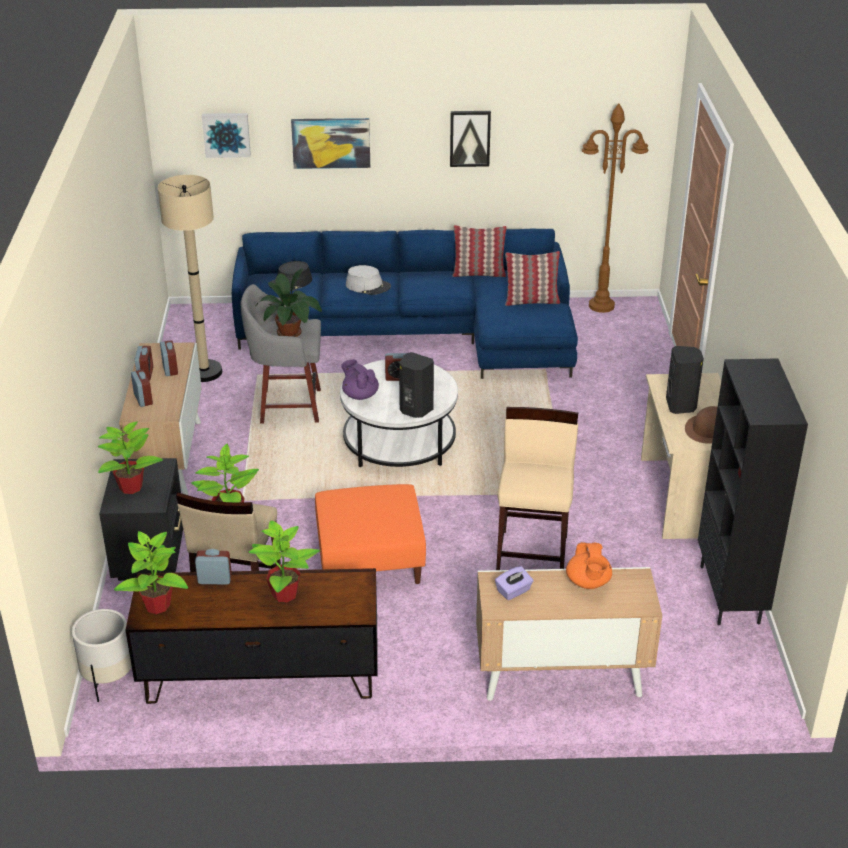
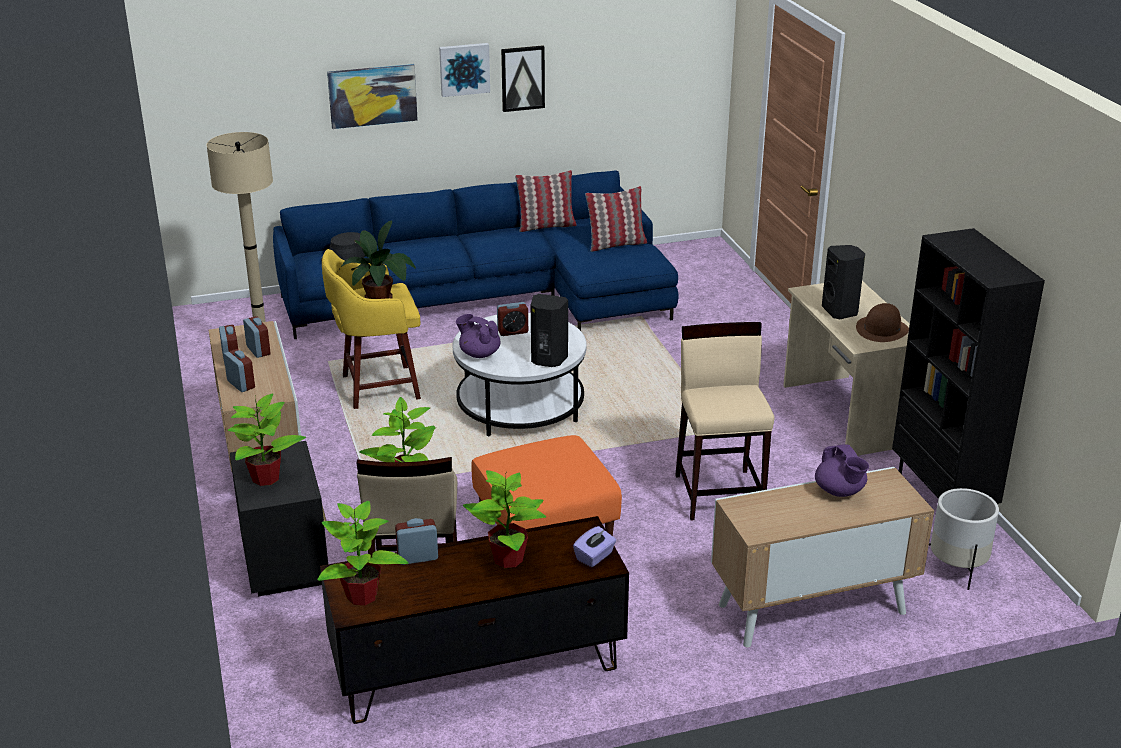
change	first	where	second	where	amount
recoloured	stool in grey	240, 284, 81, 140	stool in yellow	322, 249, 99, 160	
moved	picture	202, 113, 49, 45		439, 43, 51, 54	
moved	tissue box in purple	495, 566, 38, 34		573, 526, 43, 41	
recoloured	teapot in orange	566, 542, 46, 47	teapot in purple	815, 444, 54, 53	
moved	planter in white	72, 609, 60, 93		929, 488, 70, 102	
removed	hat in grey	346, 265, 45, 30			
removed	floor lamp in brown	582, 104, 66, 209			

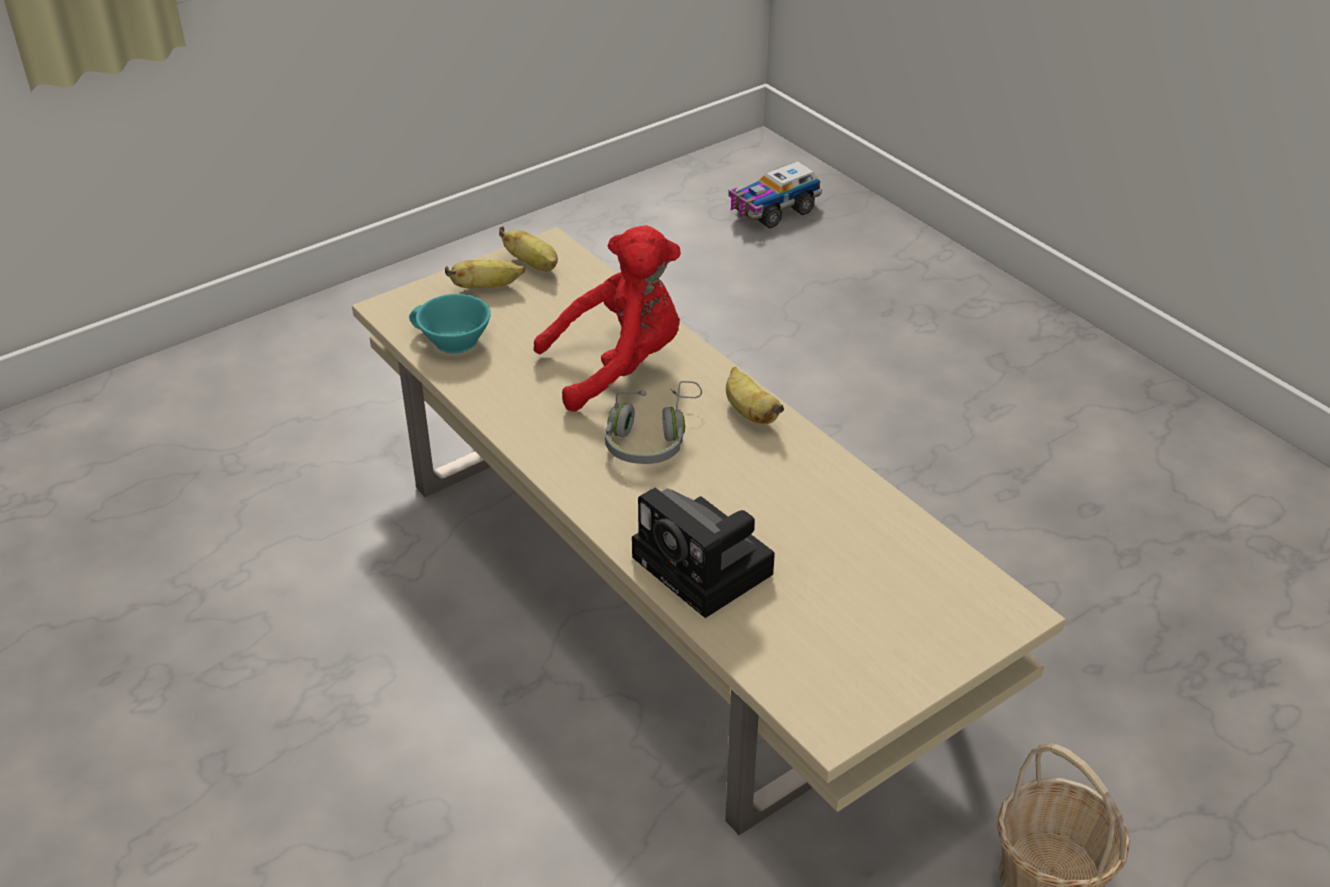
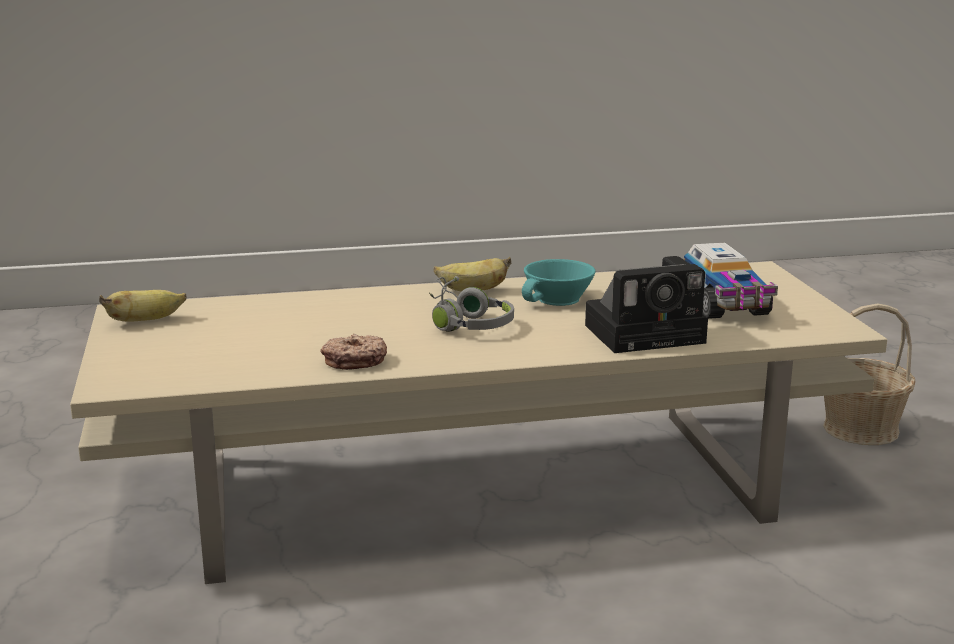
change	first	where	second	where	amount
added			donut	321, 334, 66, 36	
moved	cup in turquoise	409, 294, 82, 60		522, 259, 73, 47	
moved	toy truck	728, 161, 94, 68		684, 243, 94, 76	
removed	banana	445, 260, 80, 29			
removed	plush toy in red	533, 225, 148, 186			

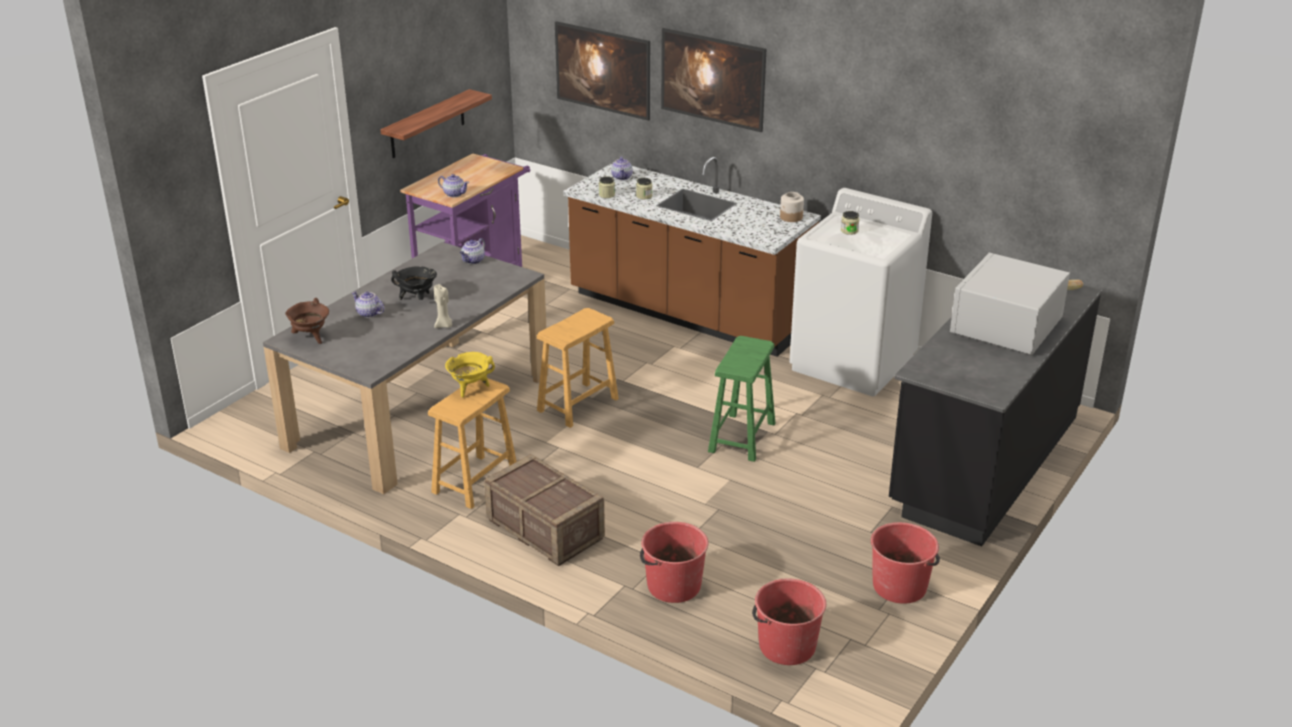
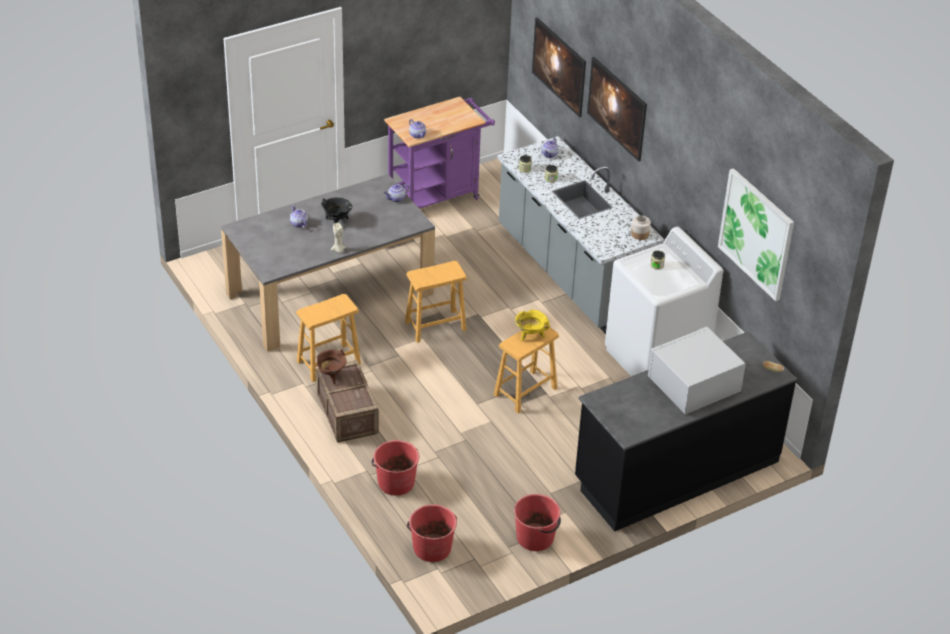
change	first	where	second	where	amount
moved	cooking pot in brown	285, 298, 44, 46		317, 349, 30, 35	
recoloured	stool in green	708, 336, 67, 126	stool in brown	493, 325, 66, 89	
recoloured	counter in brown	564, 157, 257, 200	counter in grey	498, 136, 166, 198	
moved	cooking pot in yellow	445, 352, 50, 46		515, 310, 35, 31	
added			picture	718, 168, 76, 133	
removed	shelf	381, 89, 111, 69			

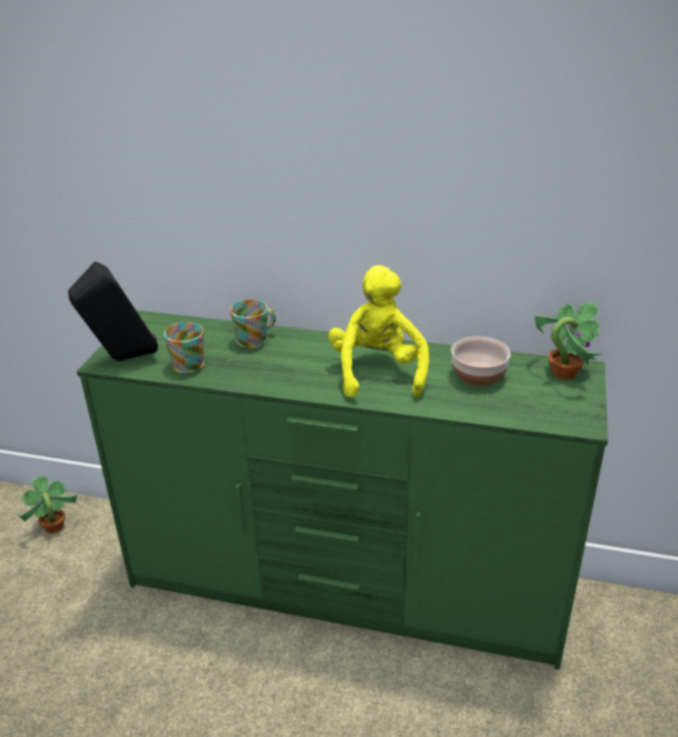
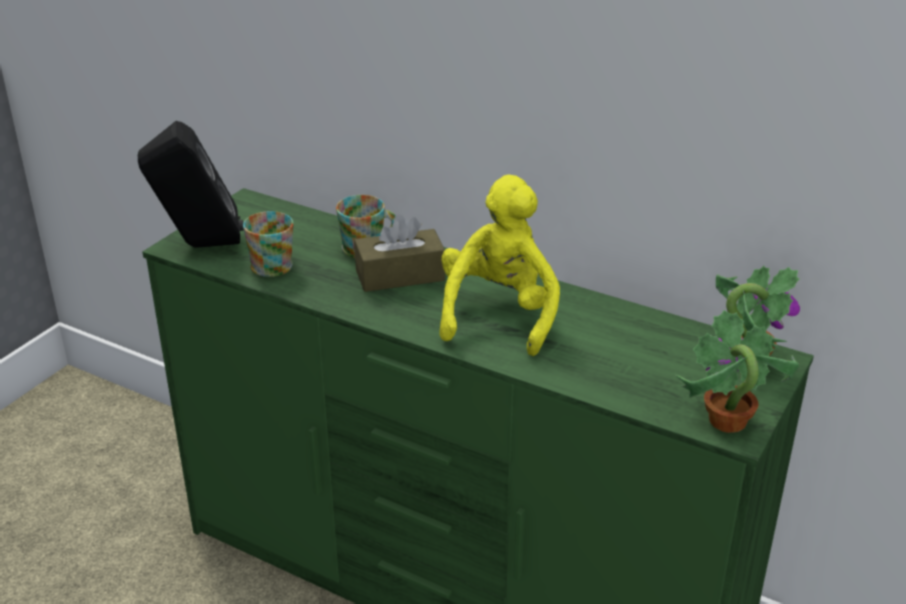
change	first	where	second	where	amount
added			tissue box in brown	354, 214, 91, 78	
moved	potted plant	15, 476, 63, 57		675, 310, 125, 123	
removed	bowl	451, 336, 60, 50			

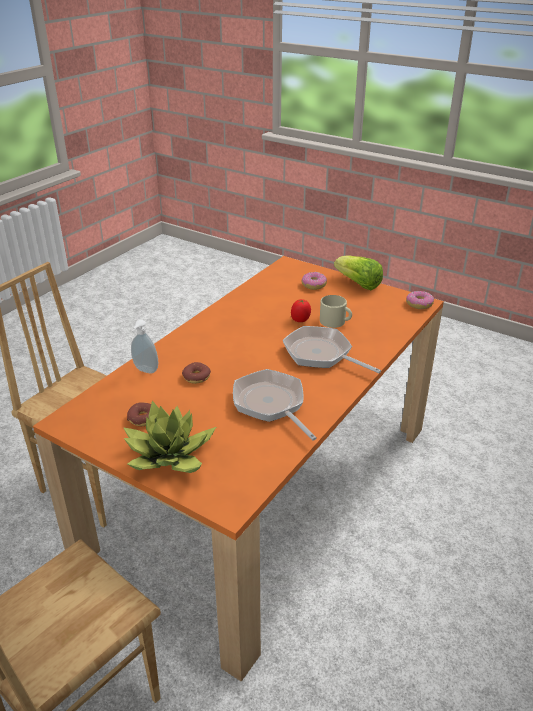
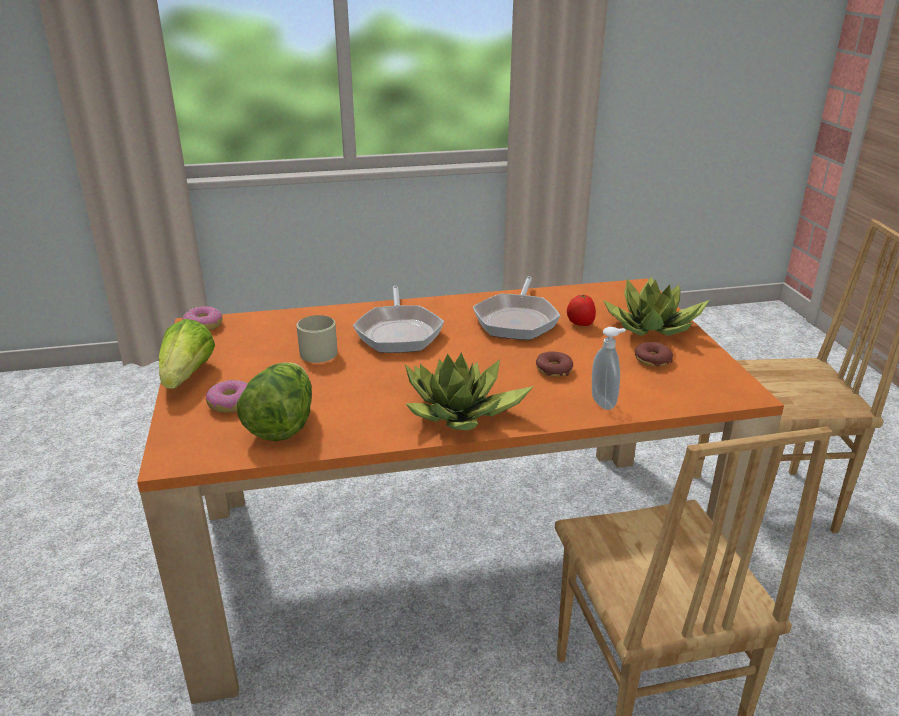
change	first	where	second	where	amount
added			lettuce	237, 362, 75, 79	
added			potted plant	405, 352, 129, 78	
moved	tomato	291, 299, 20, 23		567, 294, 29, 32	

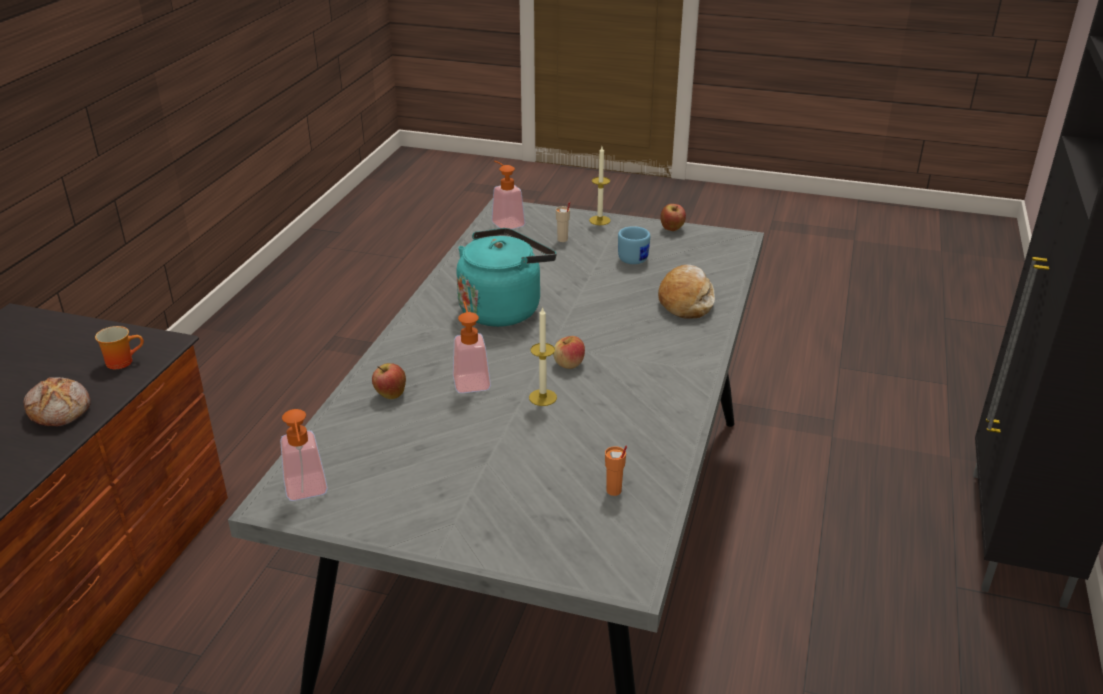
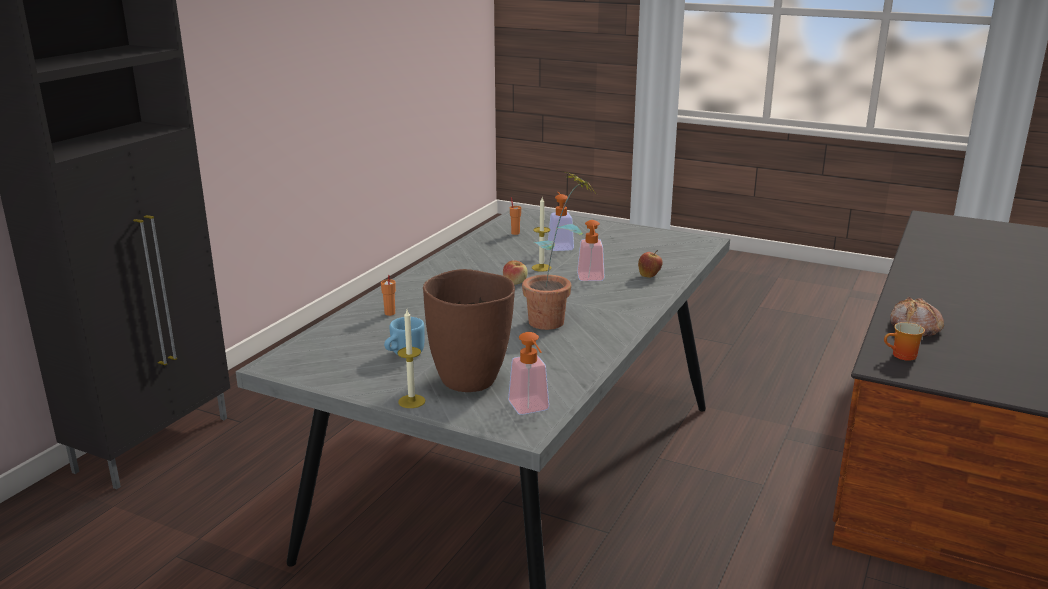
change	first	where	second	where	amount
replaced	bread	658, 265, 57, 54	cup in orange	381, 275, 15, 41	
replaced	cup in beige	556, 202, 14, 40	vase in brown	423, 269, 92, 123	
replaced	kettle in turquoise	456, 228, 101, 99	potted plant	522, 172, 73, 158	
moved	soap dispenser	280, 409, 48, 92		548, 192, 26, 59	
removed	apple	660, 204, 26, 27			

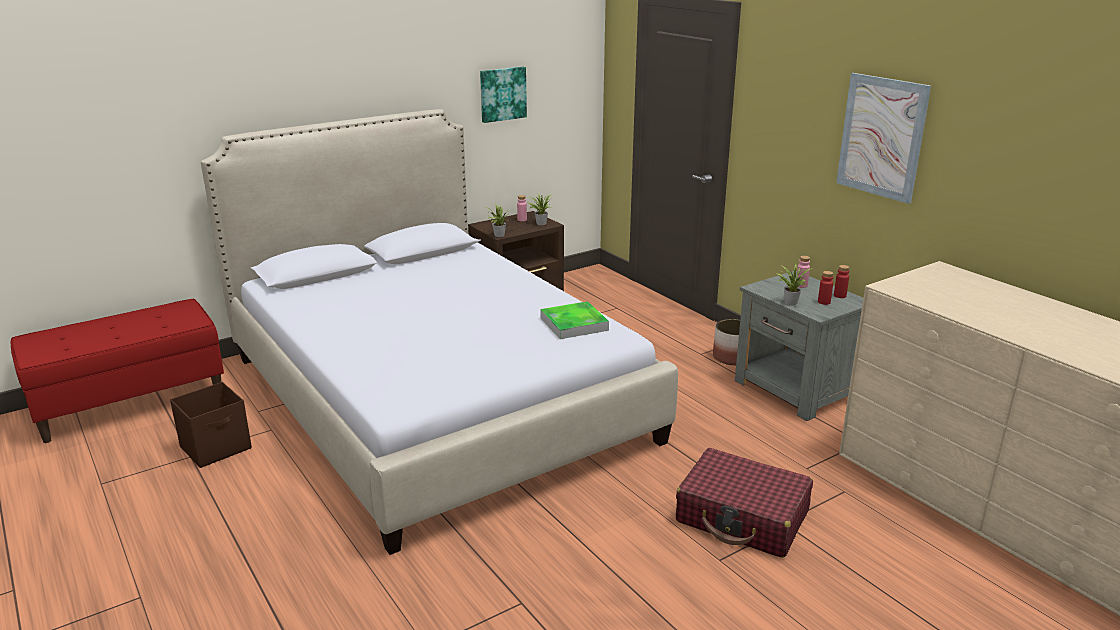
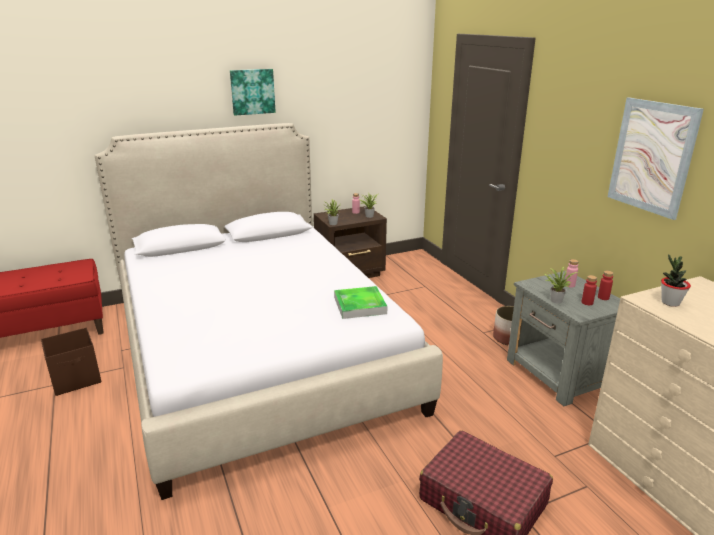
change	first	where	second	where	amount
moved	picture	480, 67, 47, 56		230, 69, 46, 47	
added			potted plant	661, 254, 30, 53	

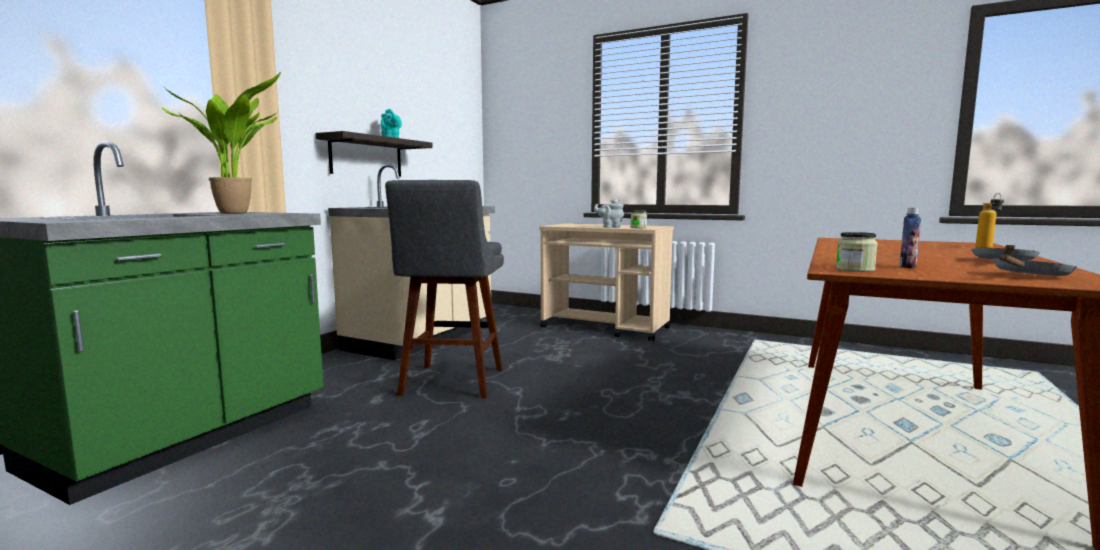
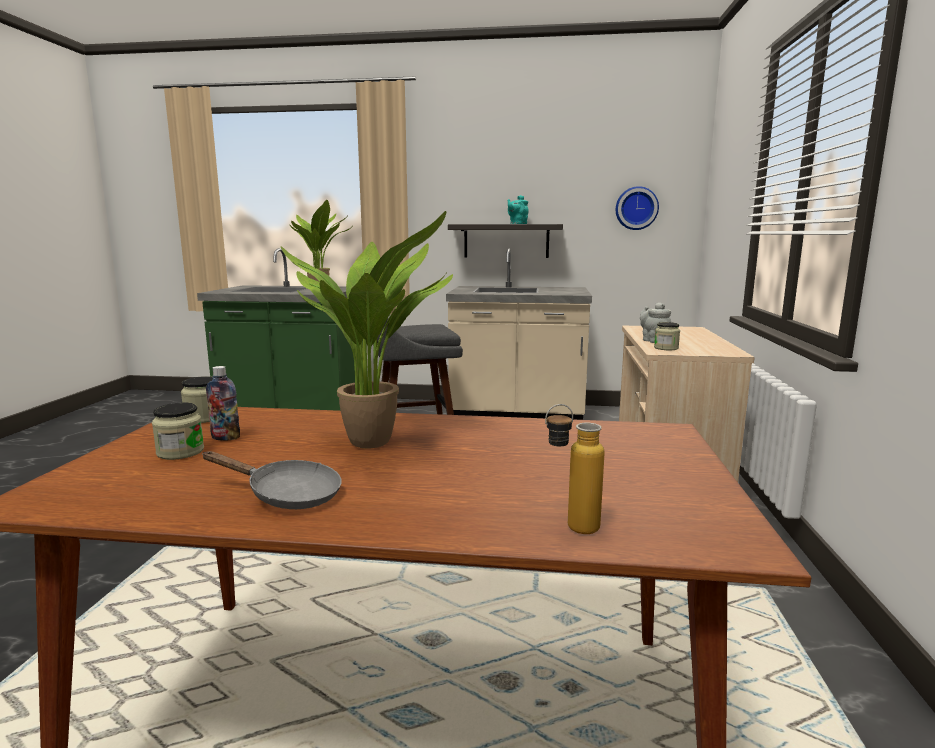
change	first	where	second	where	amount
added			jar	152, 403, 52, 57	
added			potted plant	281, 211, 172, 238	
added			wall clock	616, 186, 43, 44	
removed	frying pan in grey	994, 255, 83, 21			

